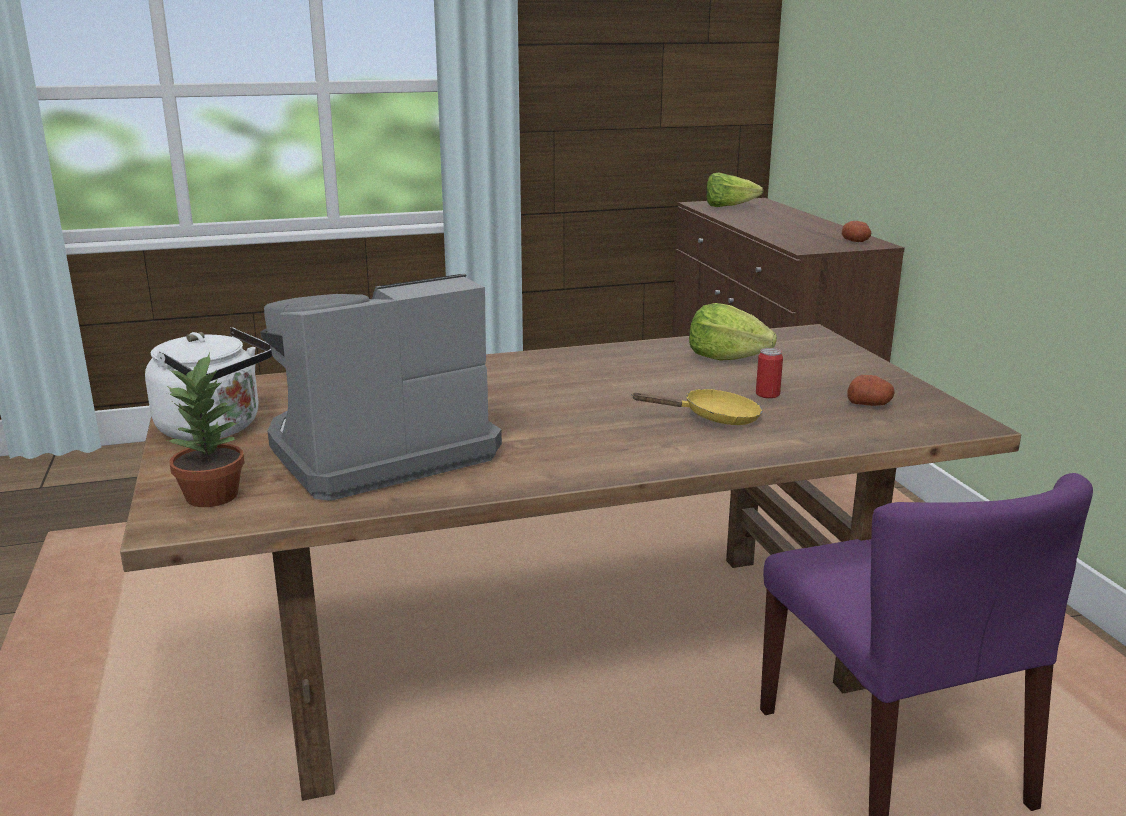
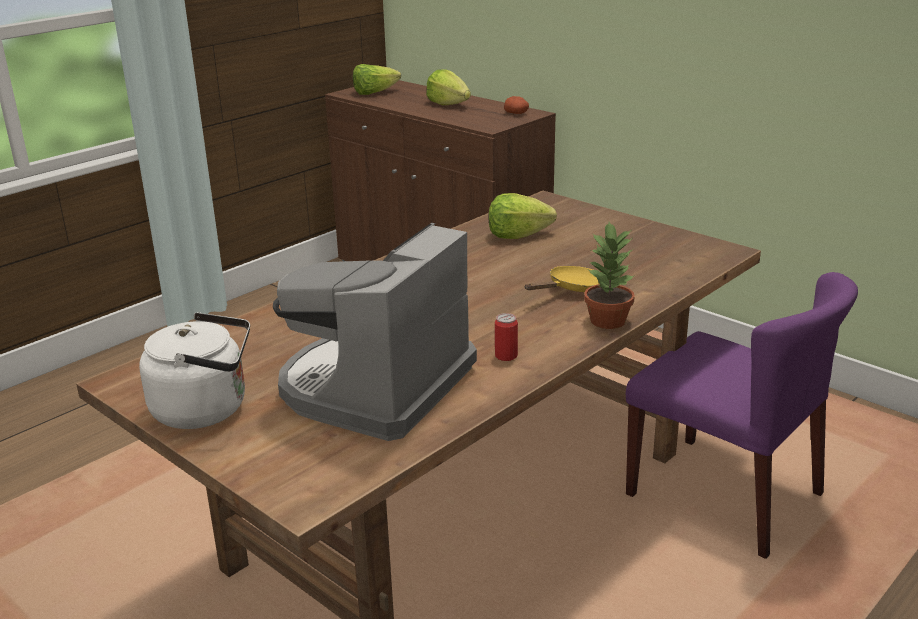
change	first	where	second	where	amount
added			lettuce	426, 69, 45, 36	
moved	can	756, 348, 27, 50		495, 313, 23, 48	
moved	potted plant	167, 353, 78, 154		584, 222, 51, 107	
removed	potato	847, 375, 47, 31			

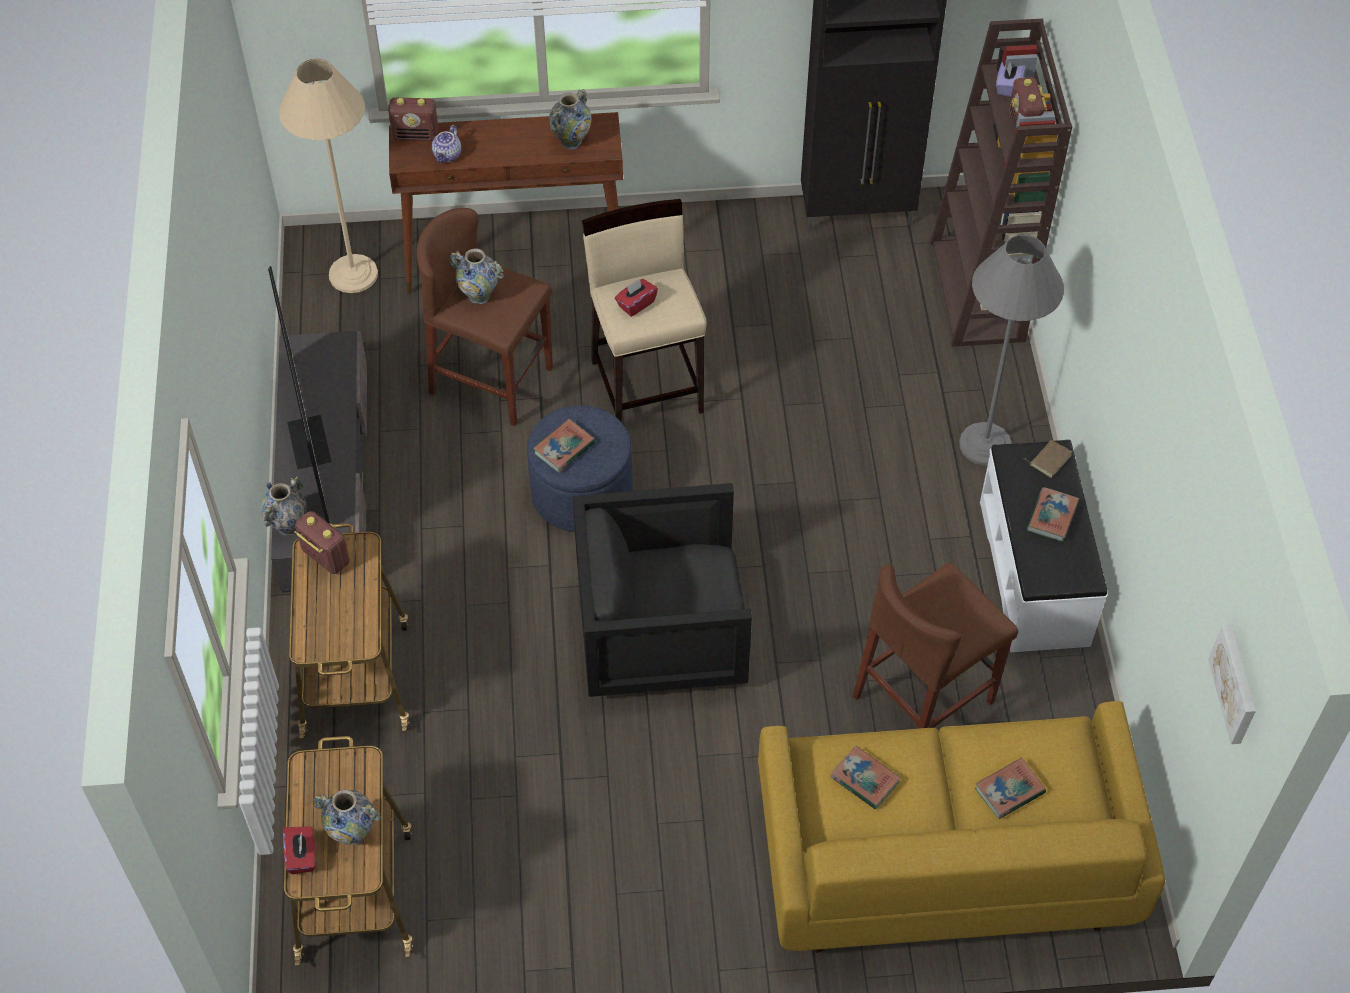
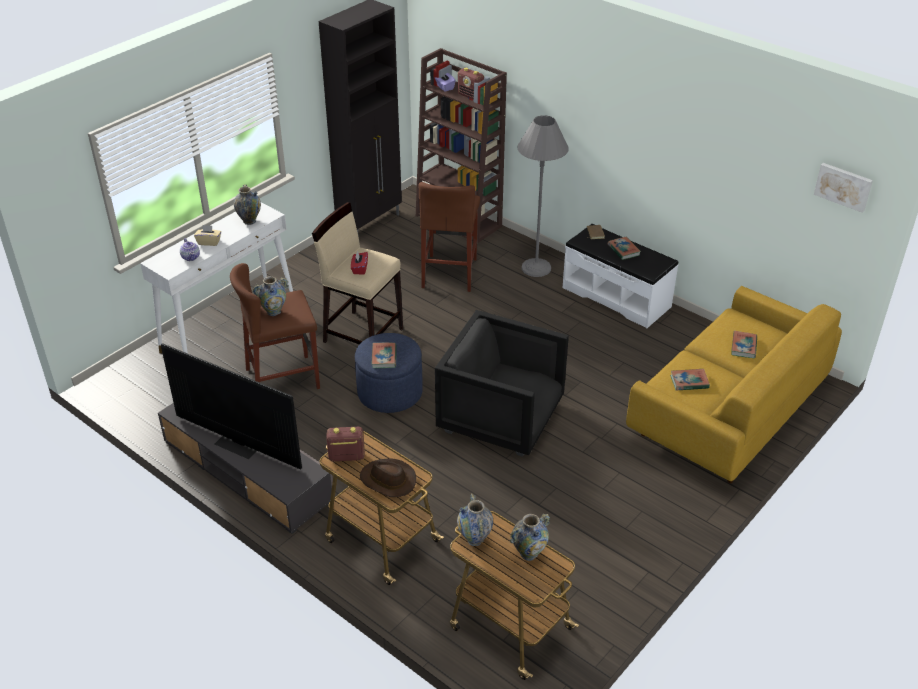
change	first	where	second	where	amount
recoloured	console table in brown	389, 112, 234, 182	console table in white	140, 202, 153, 152	
added			tissue box in beige	194, 225, 27, 21	
added			hat in brown	360, 458, 56, 39	
moved	stool in brown	853, 562, 165, 167		419, 182, 61, 110	
turned	armchair in black	572, 483, 180, 214		435, 310, 134, 147	75 degrees clockwise
moved	vase	261, 476, 46, 60		457, 493, 36, 53	
removed	floor lamp in beige	279, 59, 99, 234			
removed	tissue box in red	283, 826, 33, 48			
removed	radio	388, 97, 51, 45			

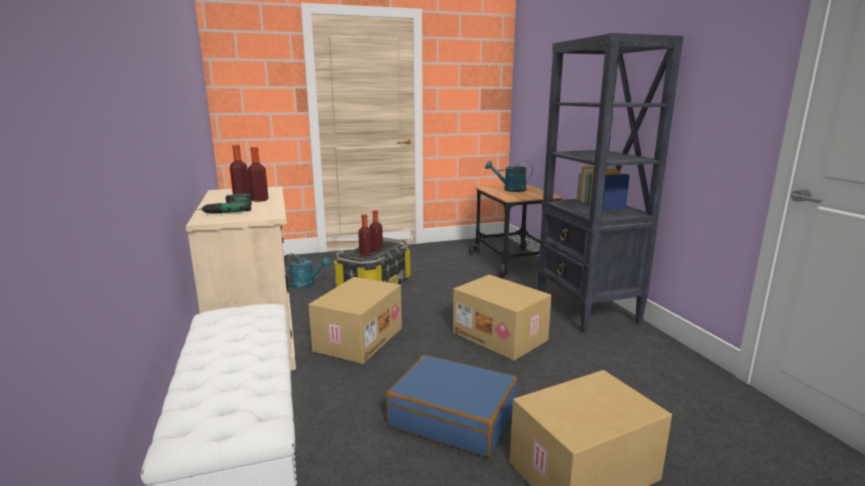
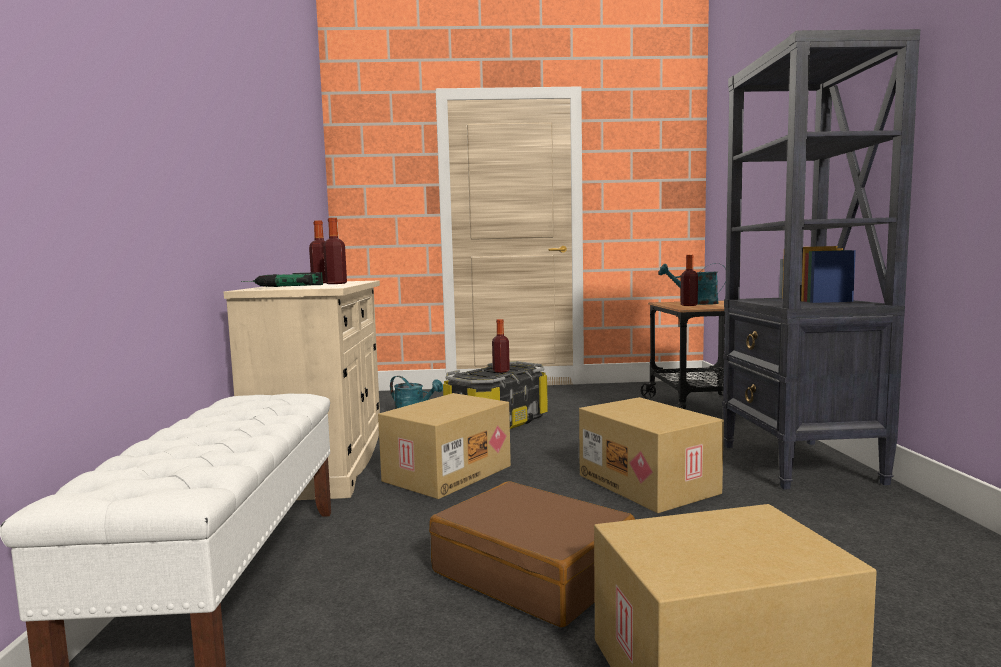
change	first	where	second	where	amount
recoloured	suitcase in blue	386, 355, 132, 102	suitcase in brown	429, 481, 206, 146	
moved	bottle	358, 214, 15, 42		681, 255, 17, 51	

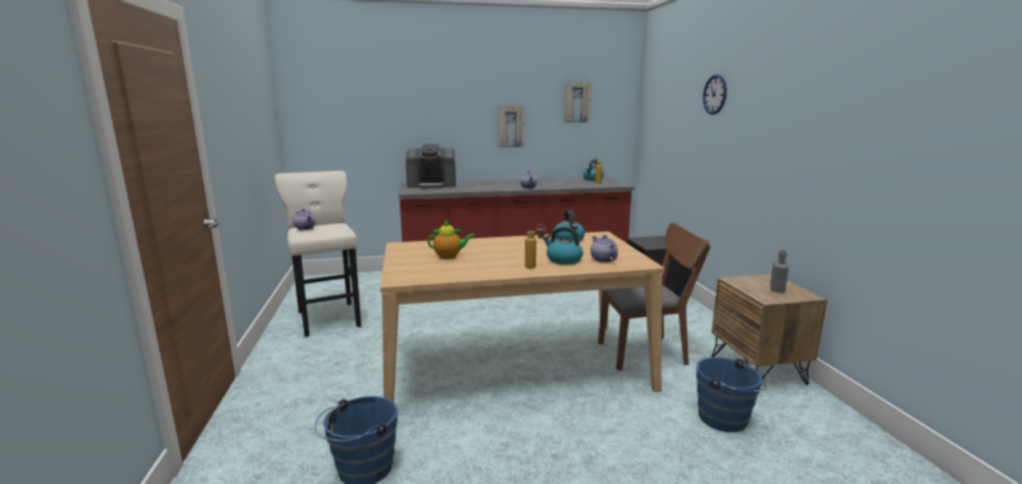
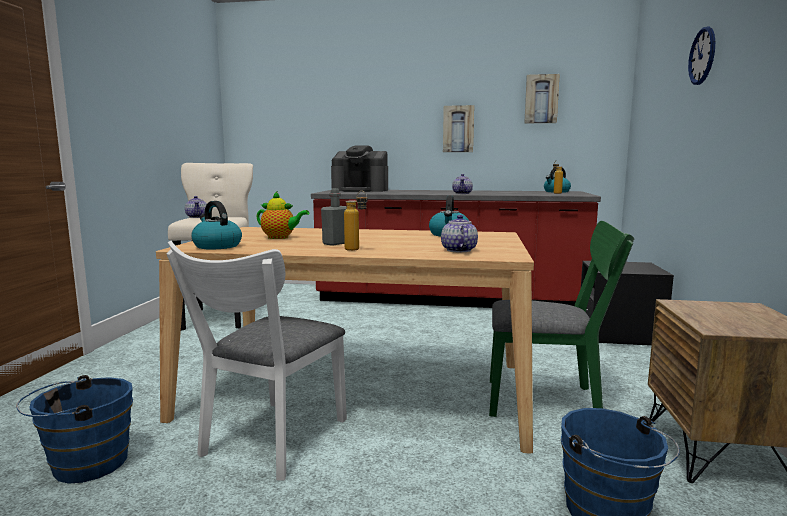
change	first	where	second	where	amount
added			chair in white	167, 241, 180, 240	
moved	kettle	543, 227, 40, 38		191, 201, 51, 48	
moved	bottle in grey	770, 249, 19, 44		321, 188, 26, 58	
recoloured	chair in brown	598, 223, 113, 147	chair in green	489, 221, 146, 196	

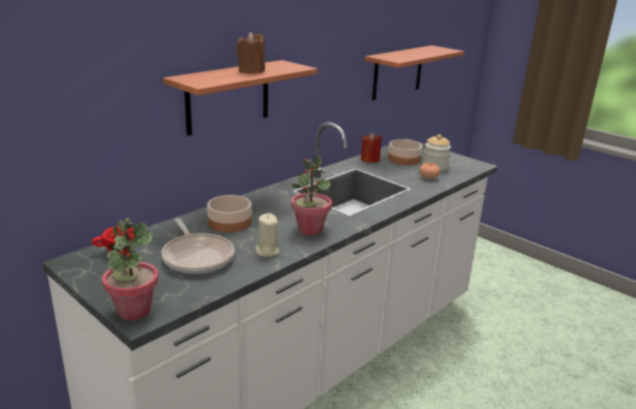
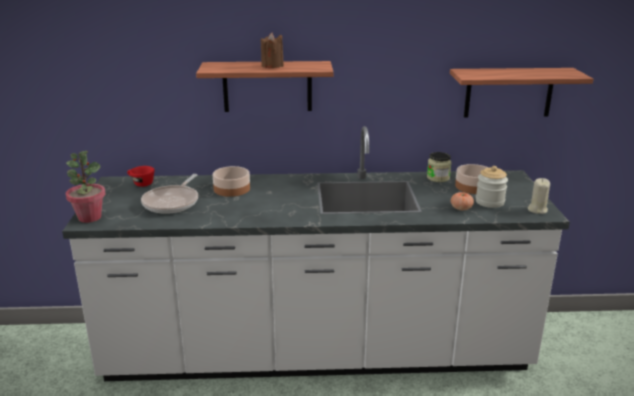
change	first	where	second	where	amount
replaced	candle in red	361, 132, 21, 31	jar	427, 152, 24, 30	
moved	candle in beige	255, 213, 24, 44		528, 178, 22, 36	
removed	potted plant	291, 155, 41, 81			

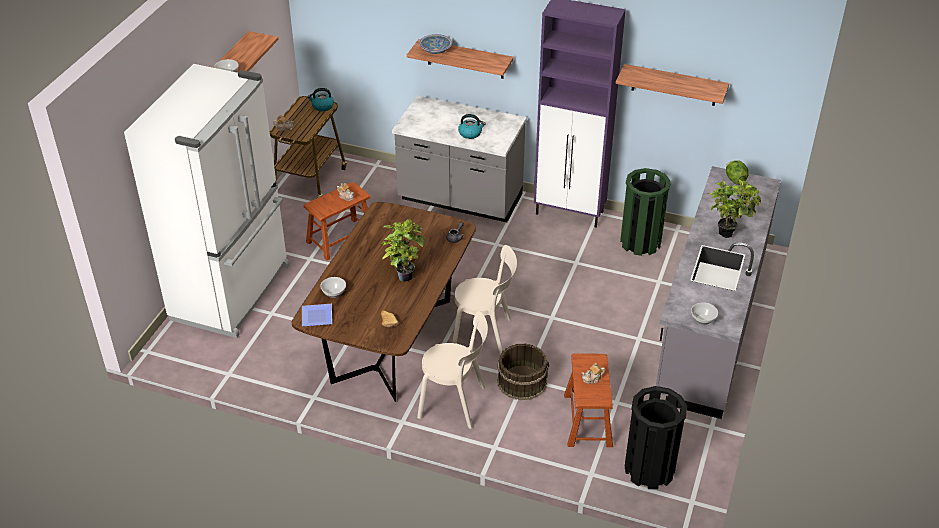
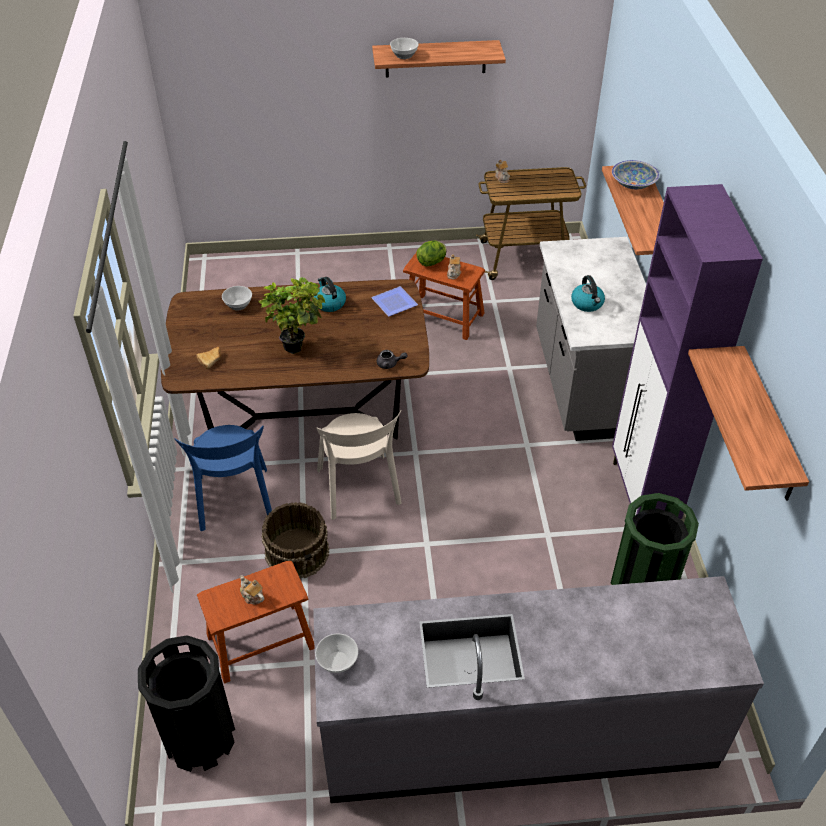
change	first	where	second	where	amount
recoloured	chair in beige	417, 311, 71, 118	chair in blue	174, 425, 98, 106	
moved	kettle	307, 88, 27, 23		314, 277, 32, 35	
moved	plate	302, 304, 30, 23		371, 286, 47, 30	
moved	lettuce	726, 160, 23, 24		417, 240, 30, 27	
removed	fridge in white	124, 64, 166, 274			
removed	potted plant	708, 180, 53, 58			

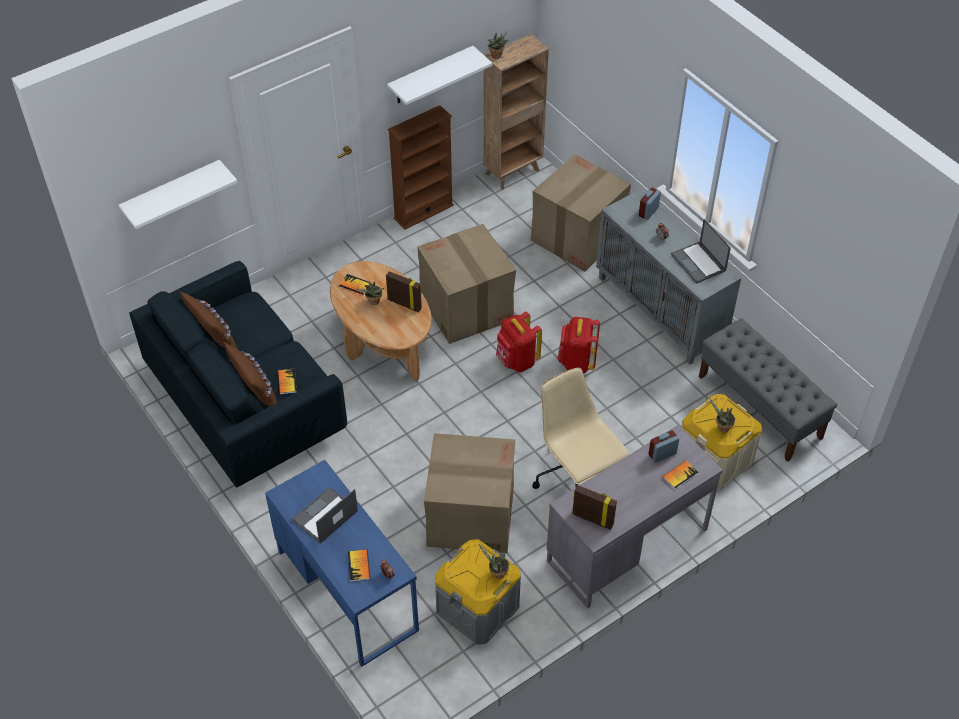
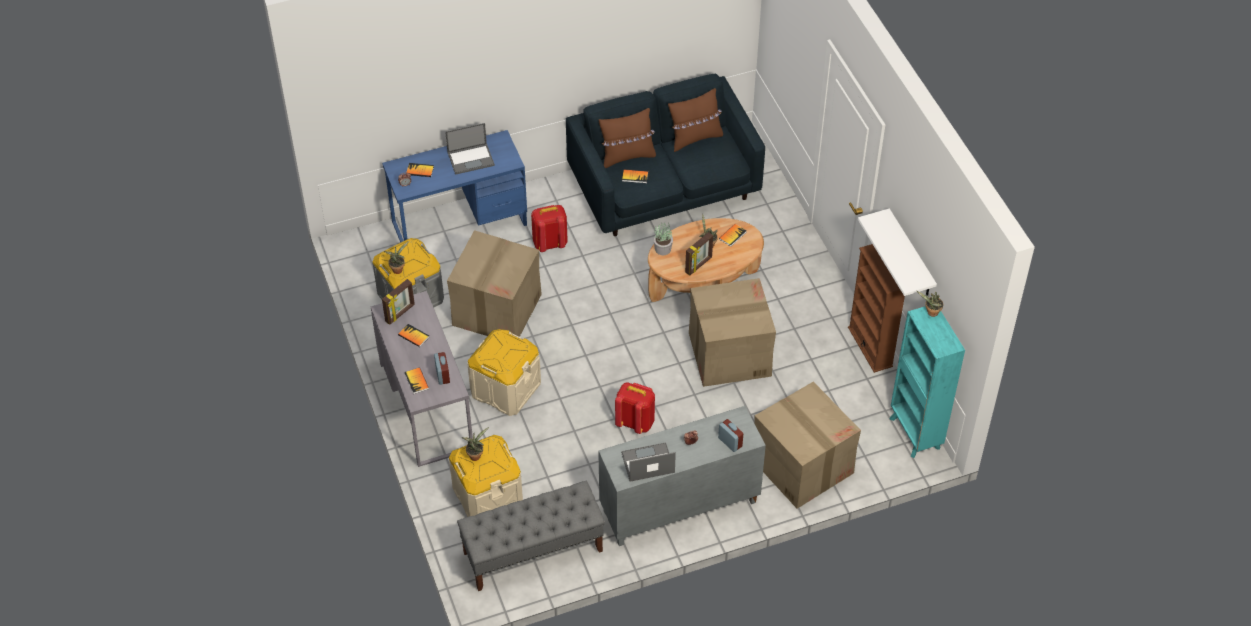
change	first	where	second	where	amount
added			book	398, 324, 31, 23	
turned	laptop	292, 487, 66, 57		445, 123, 50, 52	105 degrees clockwise
replaced	office chair in beige	532, 367, 98, 122	storage box in beige	468, 329, 73, 87	
moved	backpack in red	496, 312, 46, 60		531, 205, 37, 47	
added			potted plant	653, 222, 20, 33	
recoloured	bookcase in brown	483, 34, 66, 155	bookcase in turquoise	889, 306, 76, 152	
removed	shelf in white	119, 160, 119, 69			

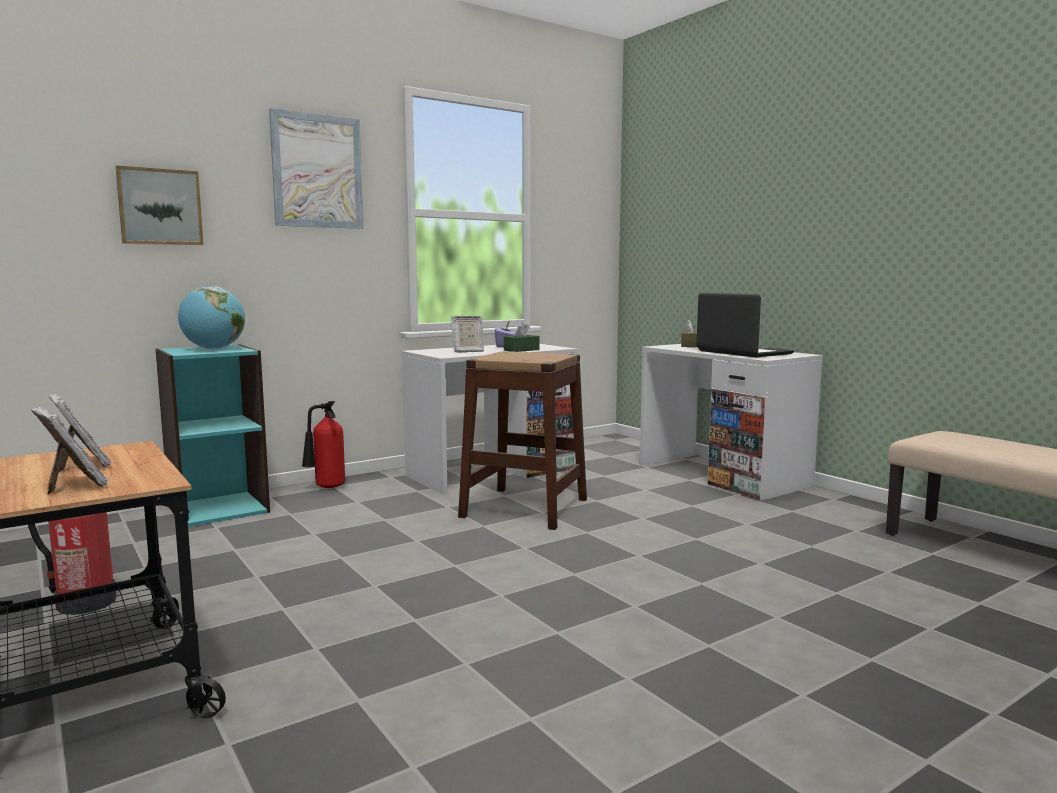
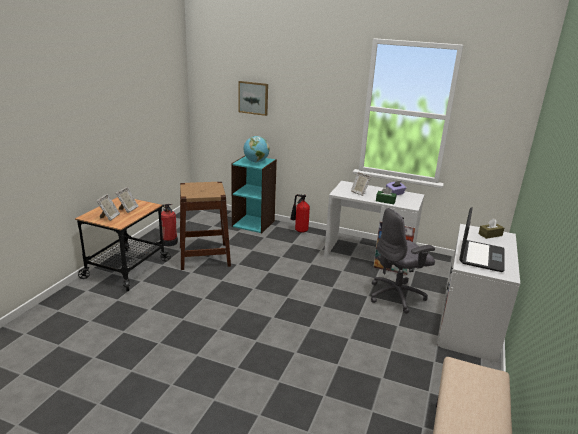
change	first	where	second	where	amount
moved	stool in brown	458, 351, 129, 179		180, 182, 51, 88	
added			office chair in grey	371, 208, 64, 106	
removed	picture	269, 108, 95, 121			

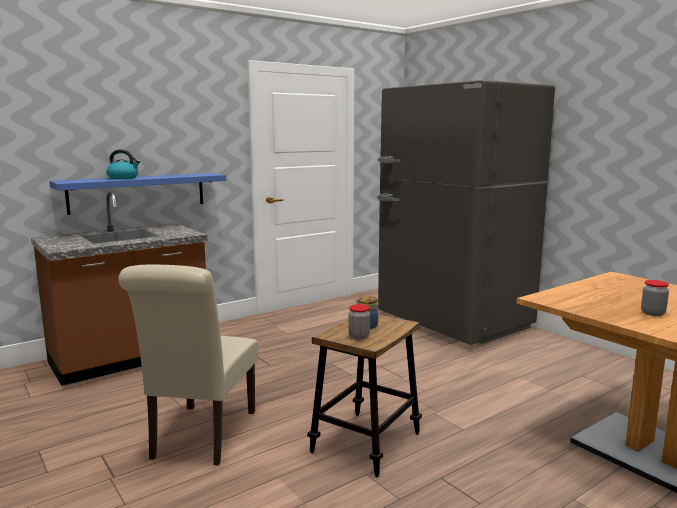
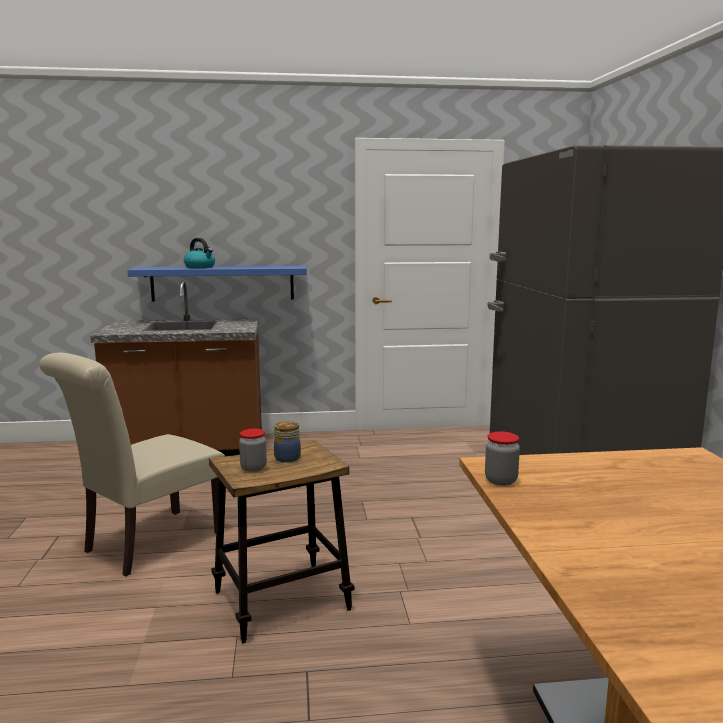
change	first	where	second	where	amount
moved	jar	641, 280, 28, 36		485, 432, 35, 54	

